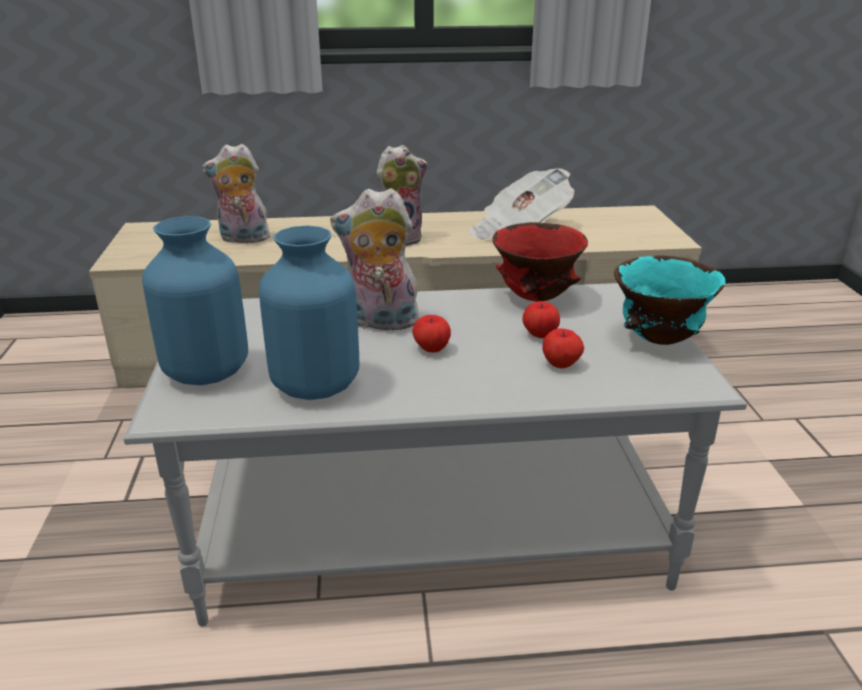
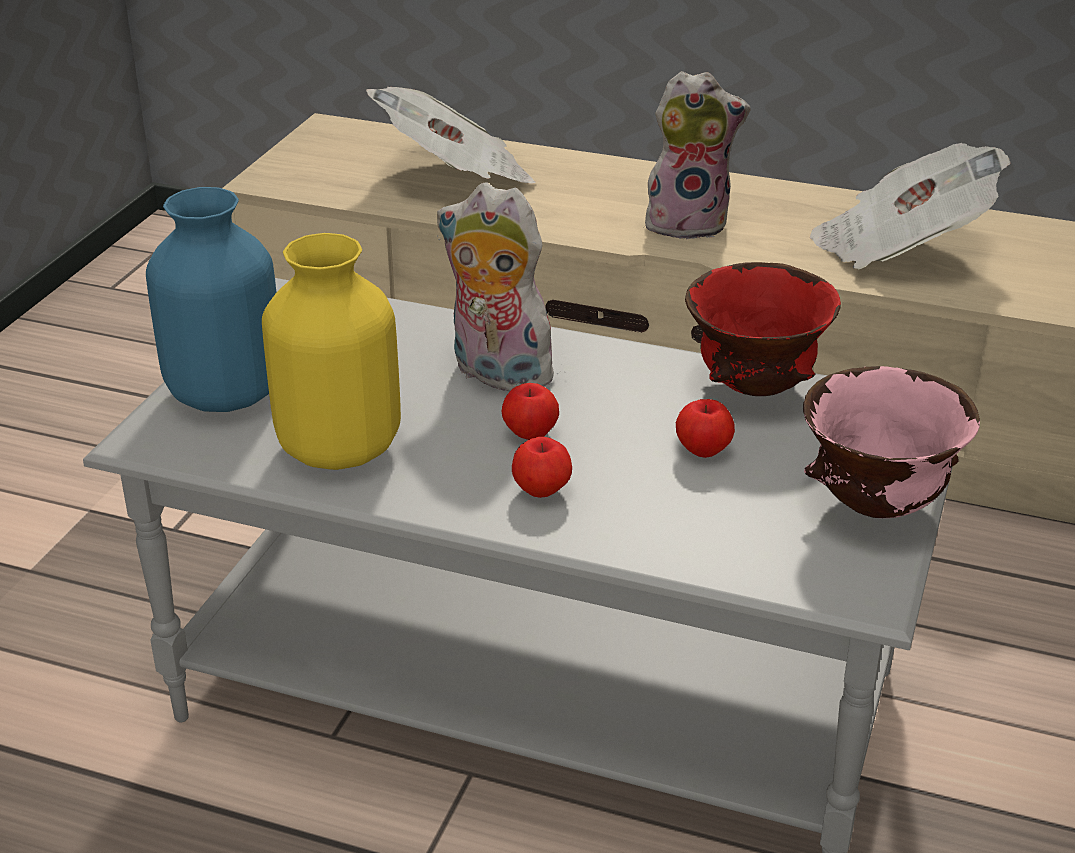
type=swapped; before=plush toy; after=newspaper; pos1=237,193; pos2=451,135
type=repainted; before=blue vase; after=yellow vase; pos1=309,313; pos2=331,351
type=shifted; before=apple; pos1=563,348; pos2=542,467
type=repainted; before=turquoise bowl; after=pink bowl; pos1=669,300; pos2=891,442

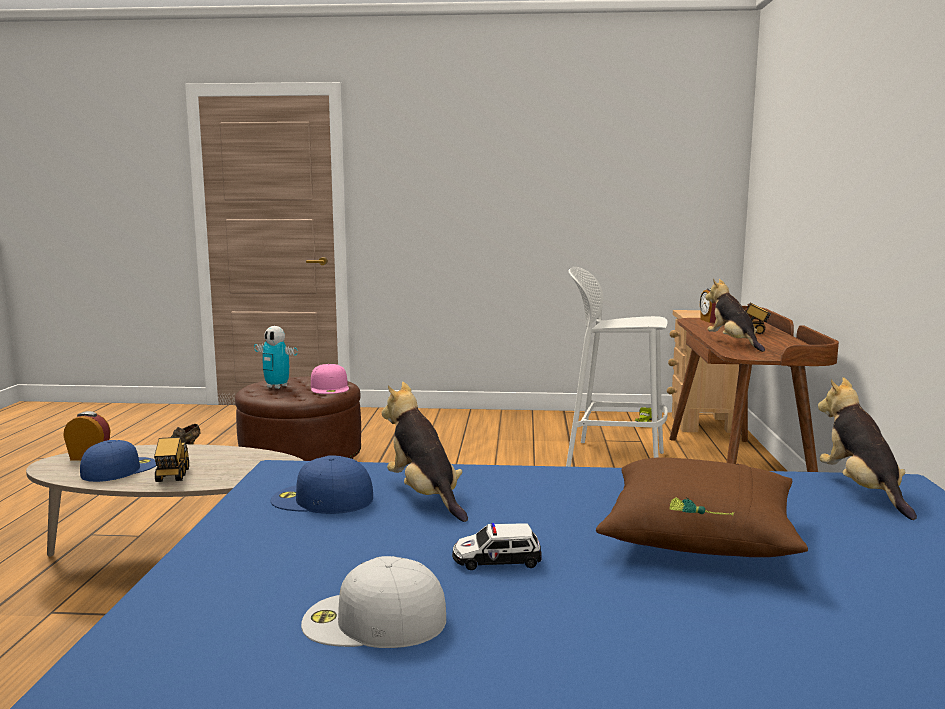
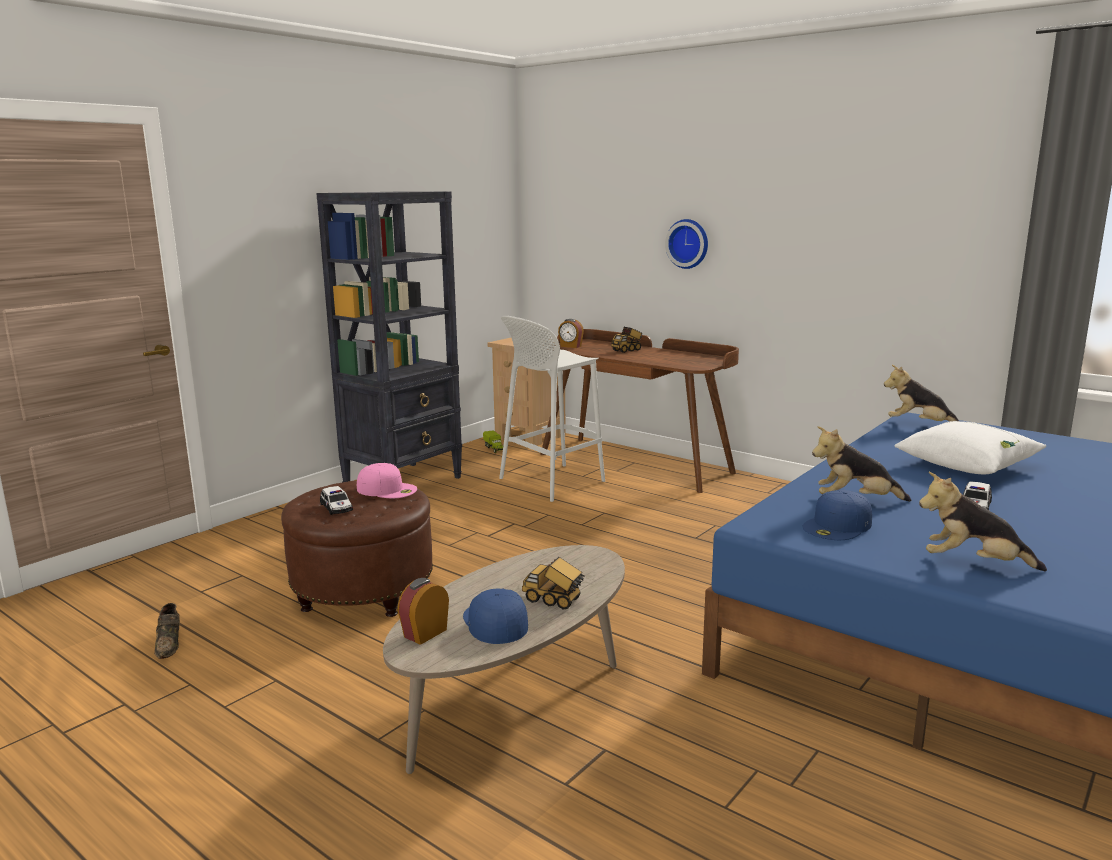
type=swapped; before=toy robot; after=toy car; pos1=276,357; pos2=336,500
type=gone; before=white cap; pos1=373,602
type=repainted; before=brown pillow; after=white pillow; pos1=702,507; pos2=970,447
type=shifted; before=plush toy; pos1=735,315; pos2=983,521
type=new; after=black bookcase; pos2=389,336
type=new; after=wall clock; pos2=686,244

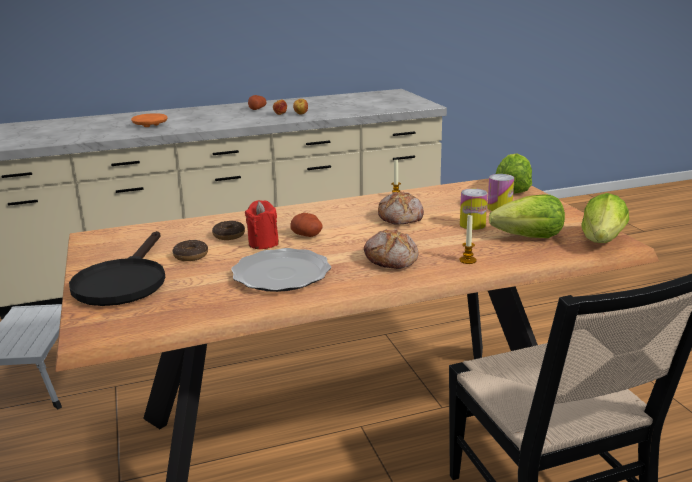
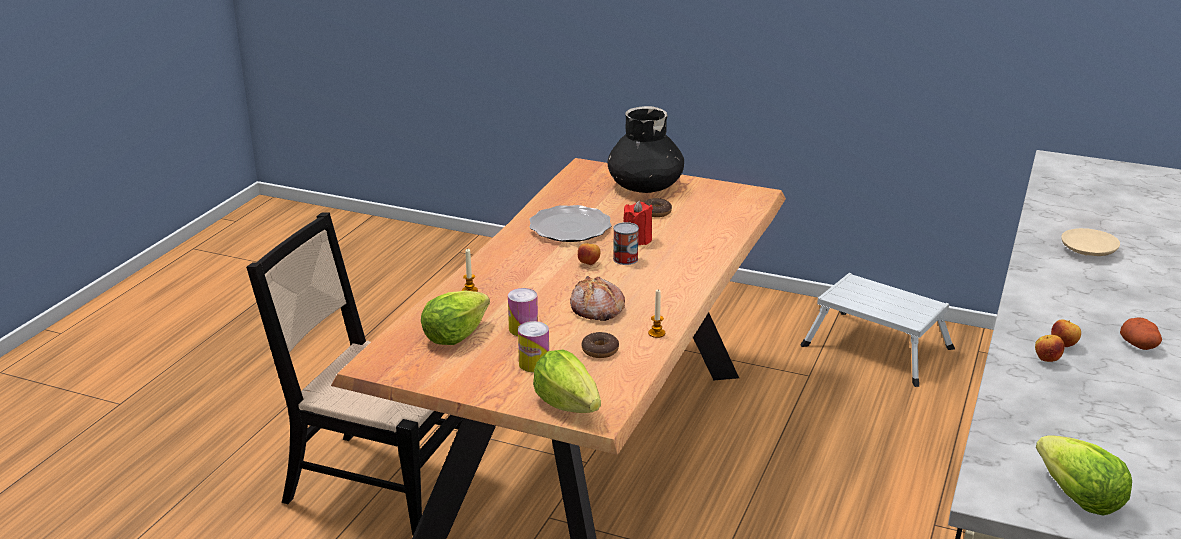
type=swapped; before=black frying pan; after=black vase; pos1=117,268; pos2=646,149
type=repainted; before=orange plate; after=beige plate; pos1=149,120; pos2=1090,242
type=shifted; before=donut; pos1=228,230; pos2=600,345
type=swapped; before=potato; after=can; pos1=306,225; pos2=626,243
type=gone; before=bread; pos1=391,249
type=shifted; before=lettuce; pos1=605,218; pos2=1084,475
type=new; after=apple; pos2=589,254

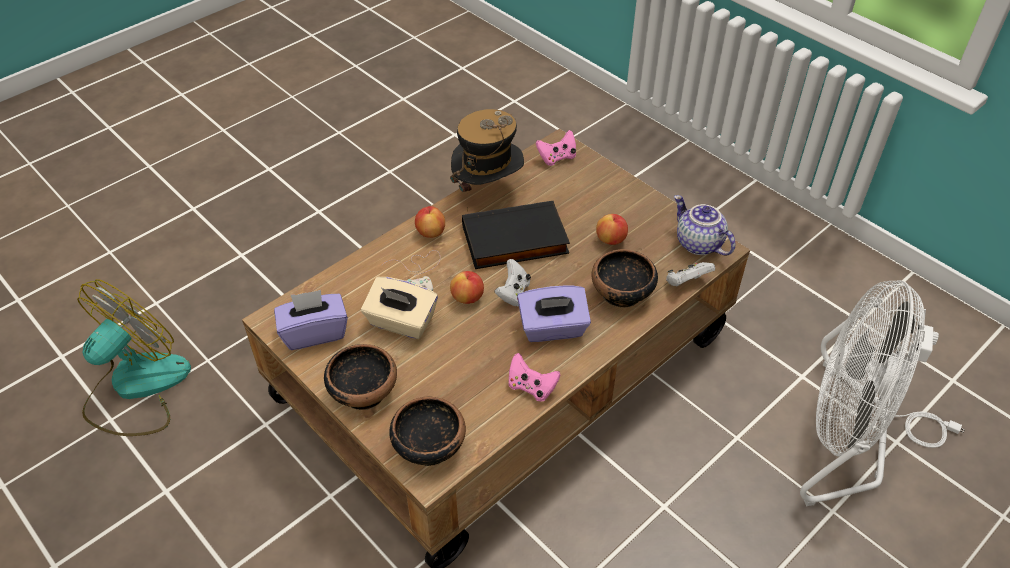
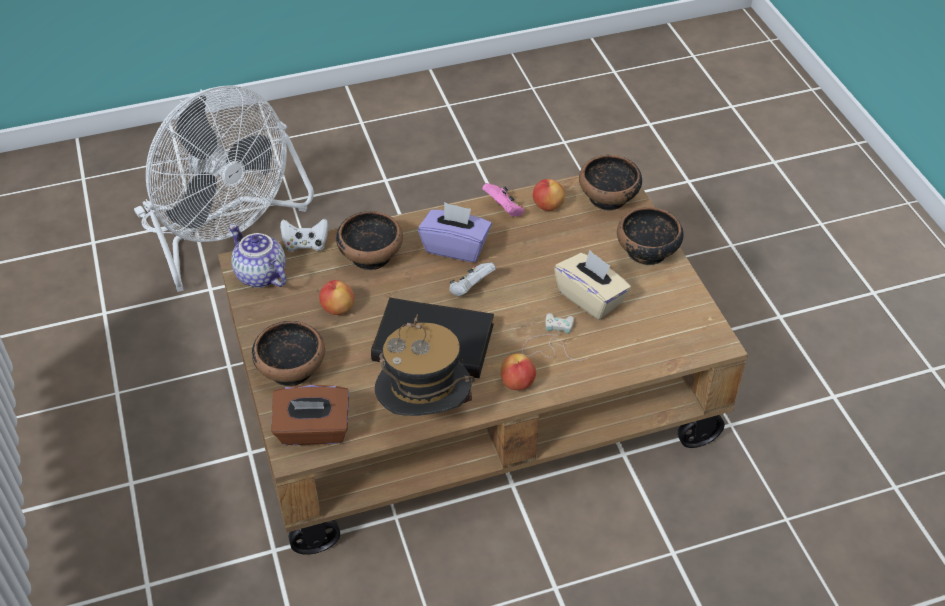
type=gone; before=fan; pos1=134,357
type=gone; before=purple tissue box; pos1=311,320
type=shifted; before=apple; pos1=467,287; pos2=549,195
type=swapped; before=pink game controller; after=brown tissue box; pos1=556,148; pos2=310,415
type=rotated; before=teapot; pos1=704,225; pos2=258,256; turn=150
type=new; after=bowl; pos2=288,354

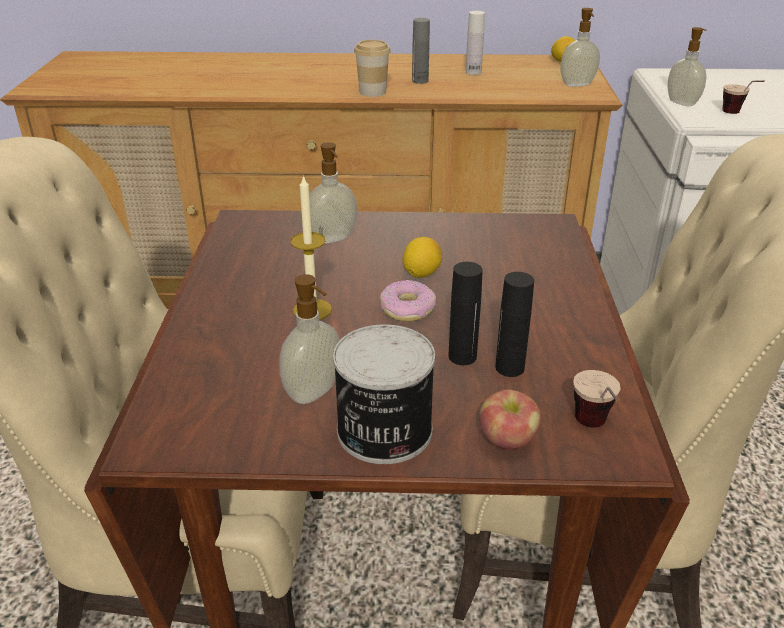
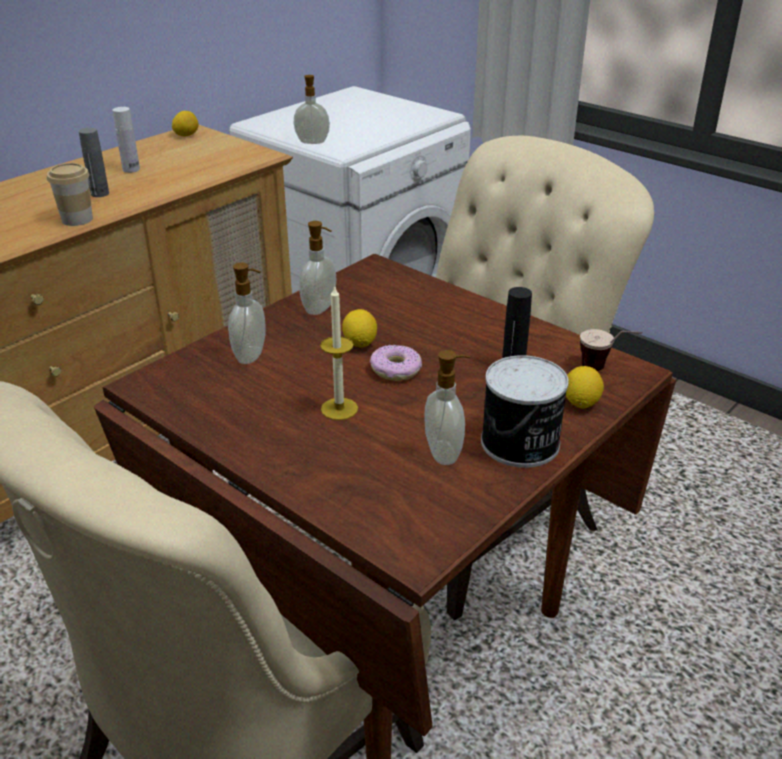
type=gone; before=black bottle; pos1=465,313
type=swapped; before=apple; after=lemon; pos1=510,419; pos2=585,387
type=shifted; before=soap dispenser; pos1=580,47; pos2=317,268
type=gone; before=cup; pos1=743,97

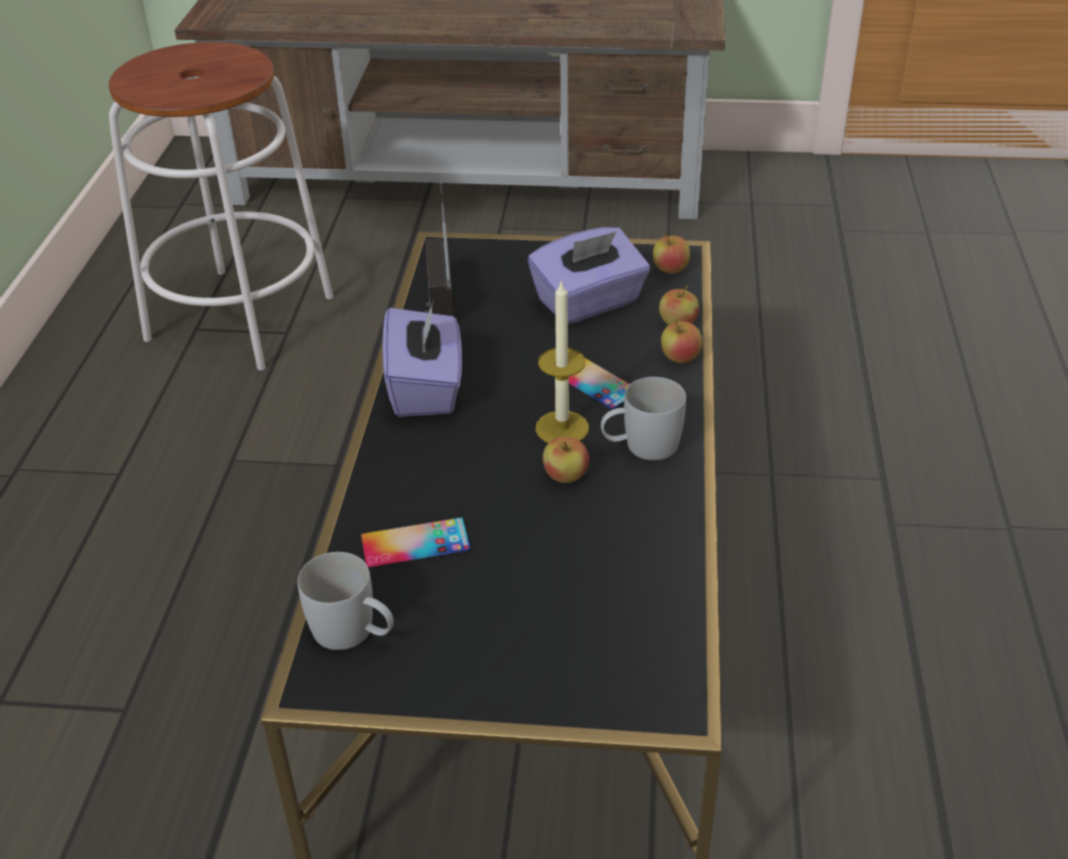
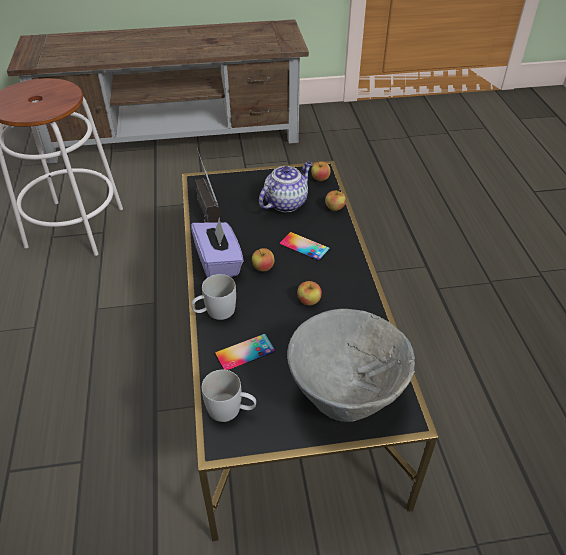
type=swapped; before=purple tissue box; after=teapot; pos1=589,275; pos2=285,187
type=gone; before=candle; pos1=562,361
type=shifted; before=white mug; pos1=643,418; pos2=213,297
type=shifted; before=apple; pos1=681,341; pos2=263,259
type=new; after=grey bowl; pos2=351,365

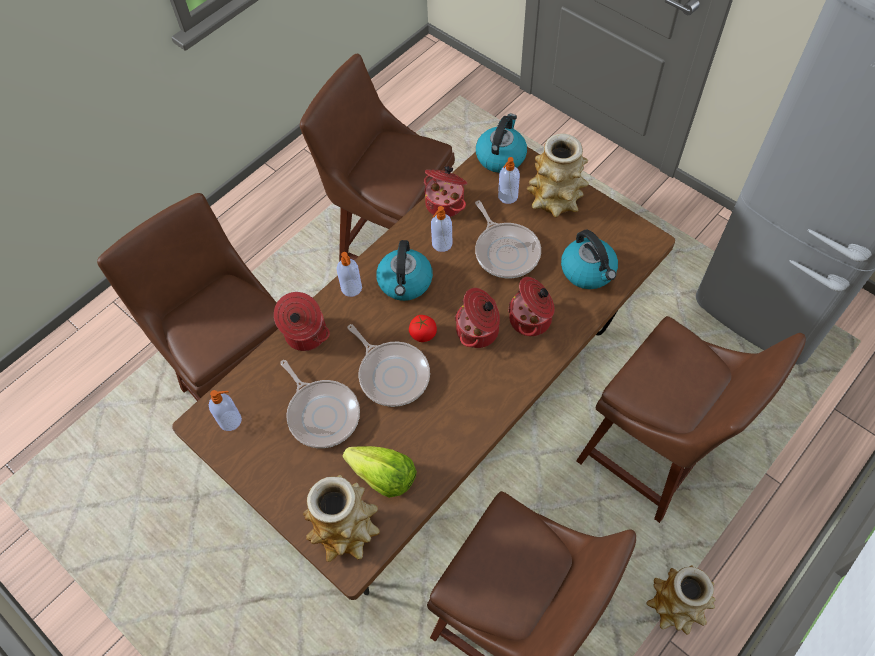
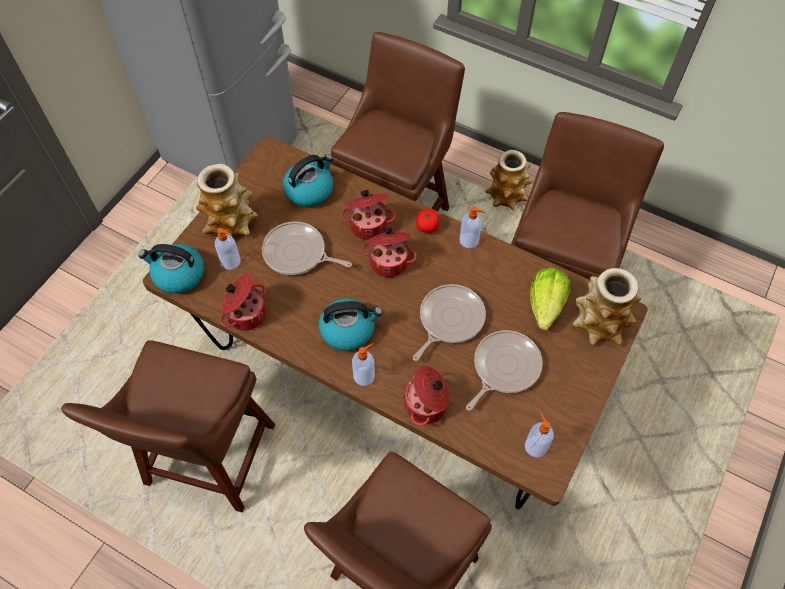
type=shifted; before=tomato; pos1=423,328; pos2=427,221
type=shifted; before=soap dispenser; pos1=441,229; pos2=472,227
type=rotated; before=frying pan; pos1=508,239; pos2=307,248; turn=-120

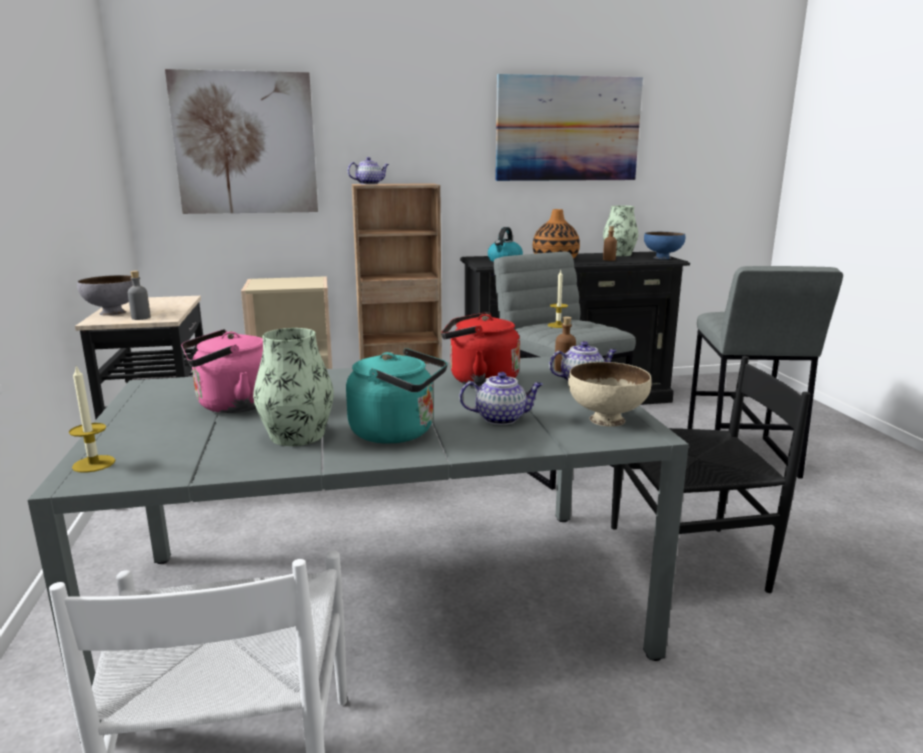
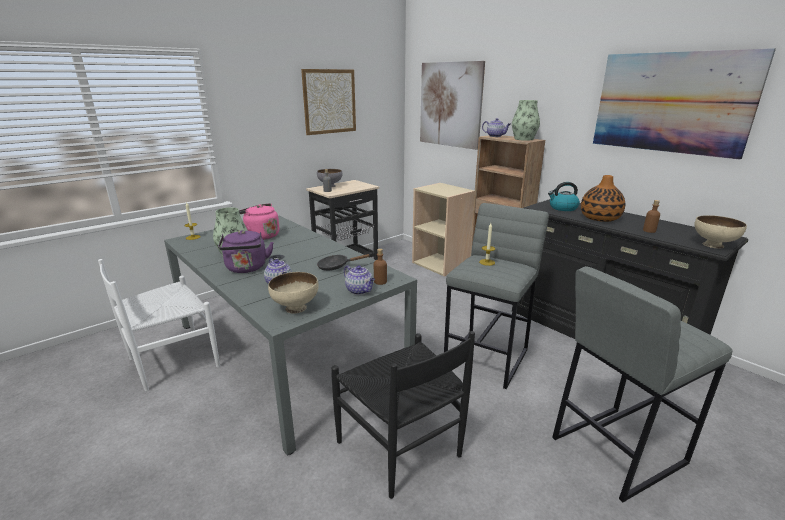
type=repainted; before=turquoise kettle; after=purple kettle; pos1=396,396; pos2=246,251
type=swapped; before=red kettle; after=black frying pan; pos1=480,349; pos2=343,262
type=shifted; before=vase; pos1=620,230; pos2=526,120
type=repainted; before=blue bowl; after=beige bowl; pos1=664,245; pos2=720,231
type=new; after=picture; pos2=328,102

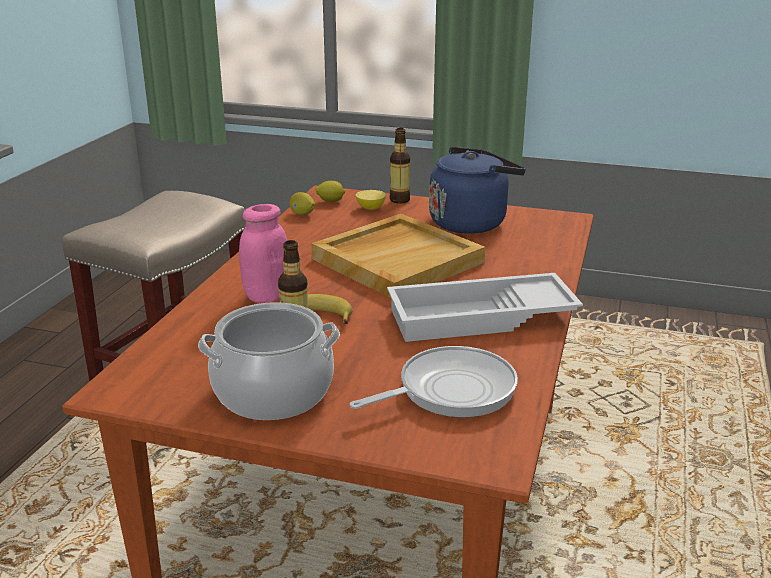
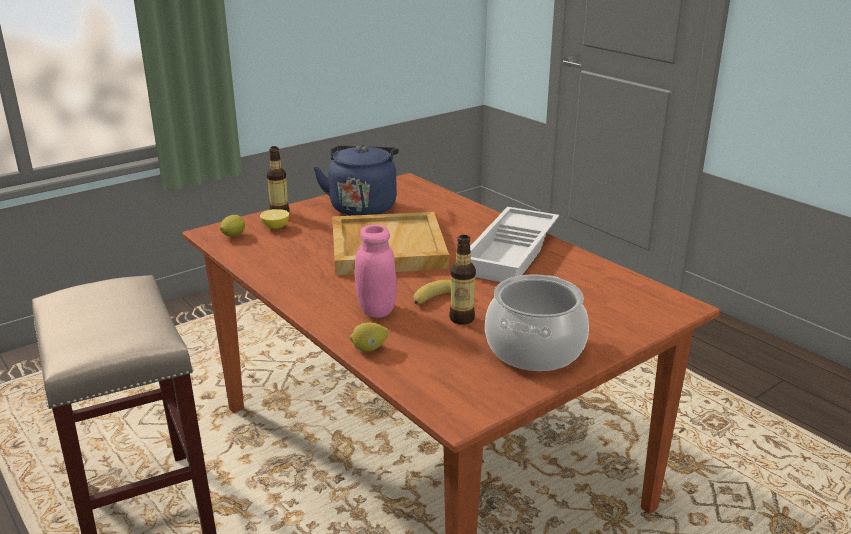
type=shifted; before=lemon; pos1=302,203; pos2=369,337
type=gone; before=frying pan; pos1=434,381

